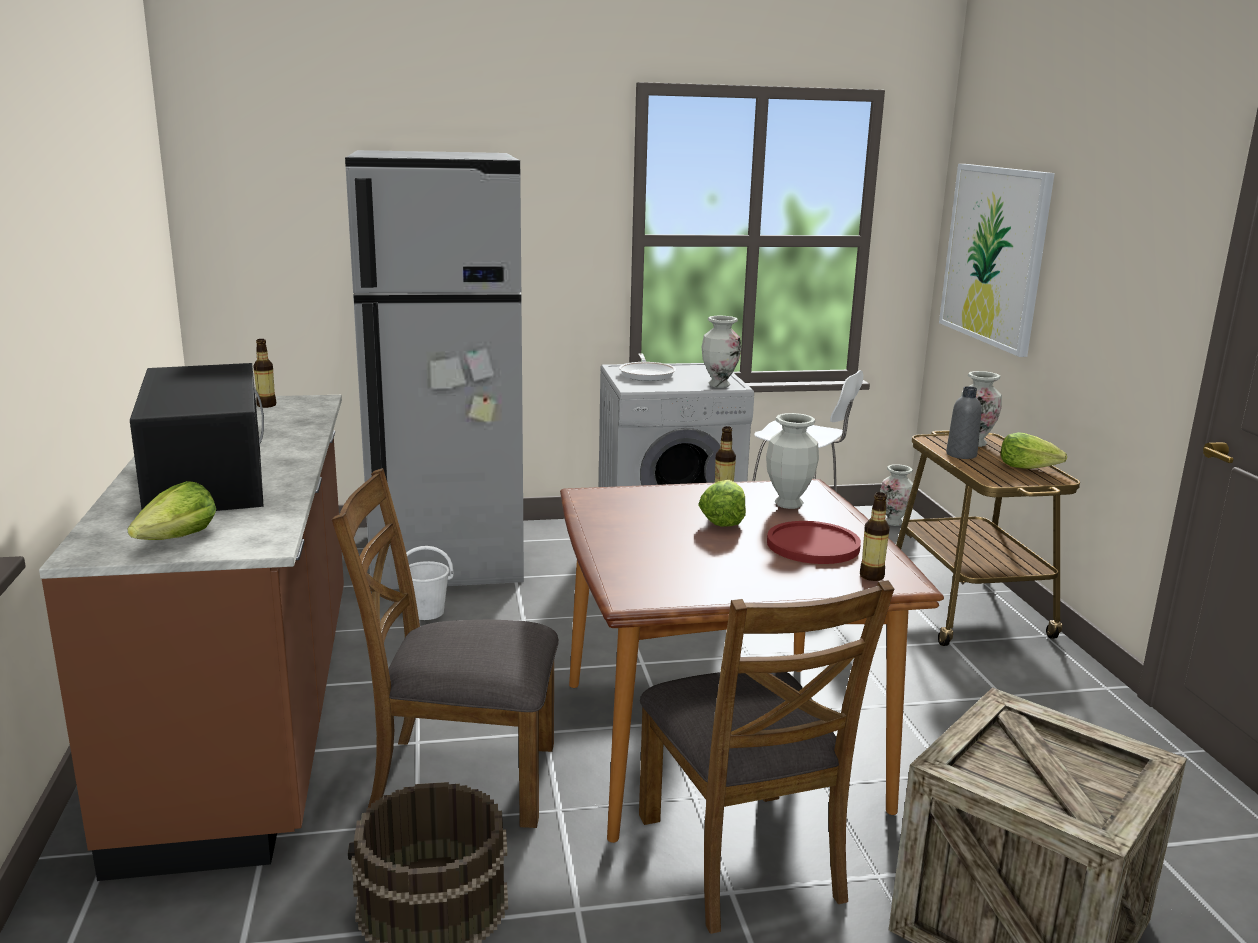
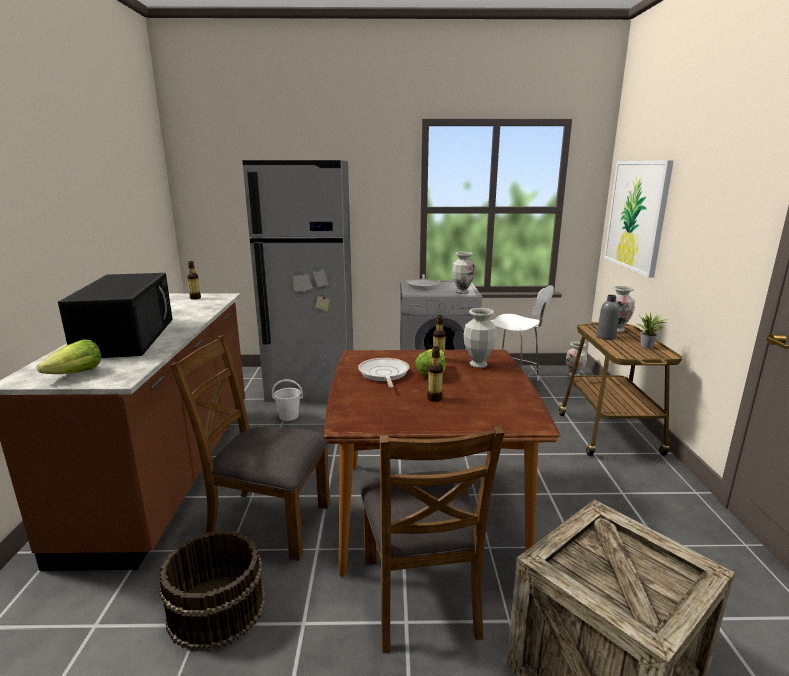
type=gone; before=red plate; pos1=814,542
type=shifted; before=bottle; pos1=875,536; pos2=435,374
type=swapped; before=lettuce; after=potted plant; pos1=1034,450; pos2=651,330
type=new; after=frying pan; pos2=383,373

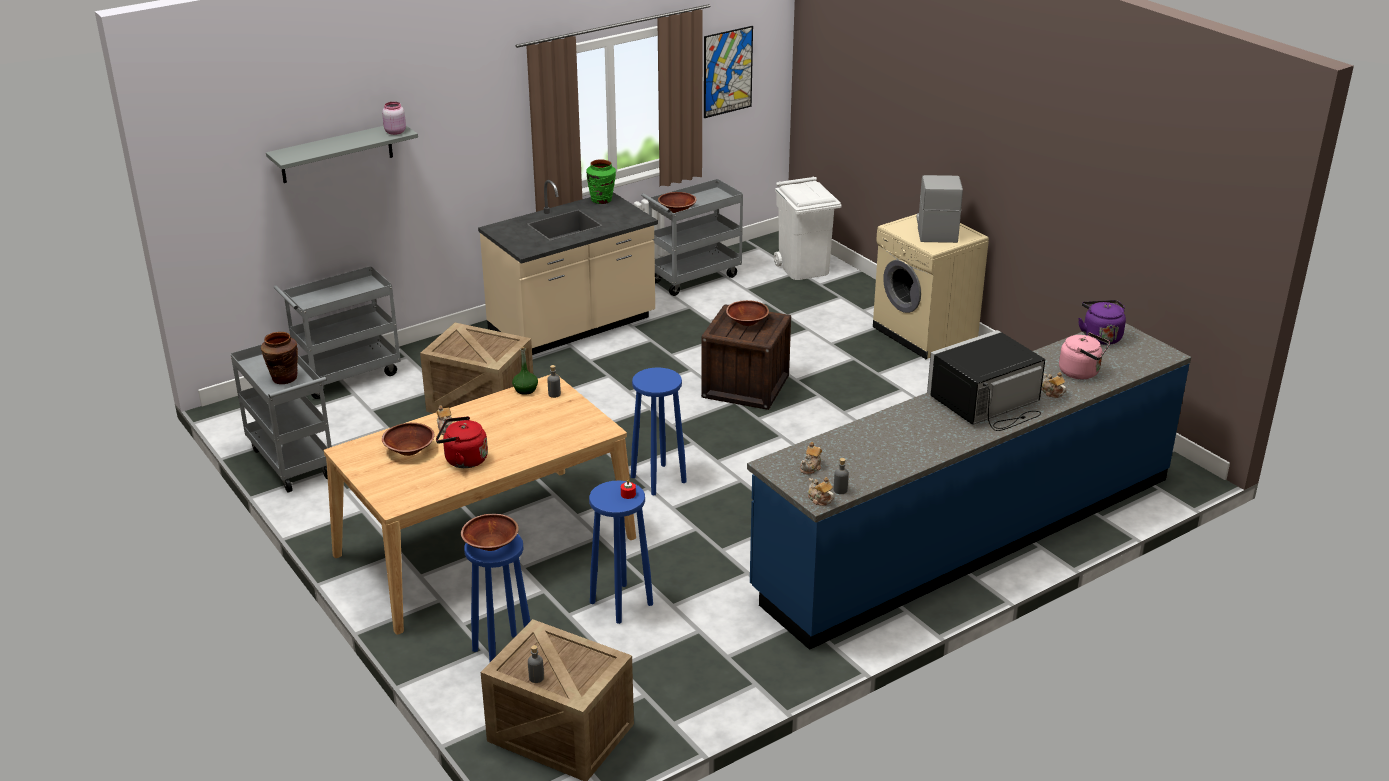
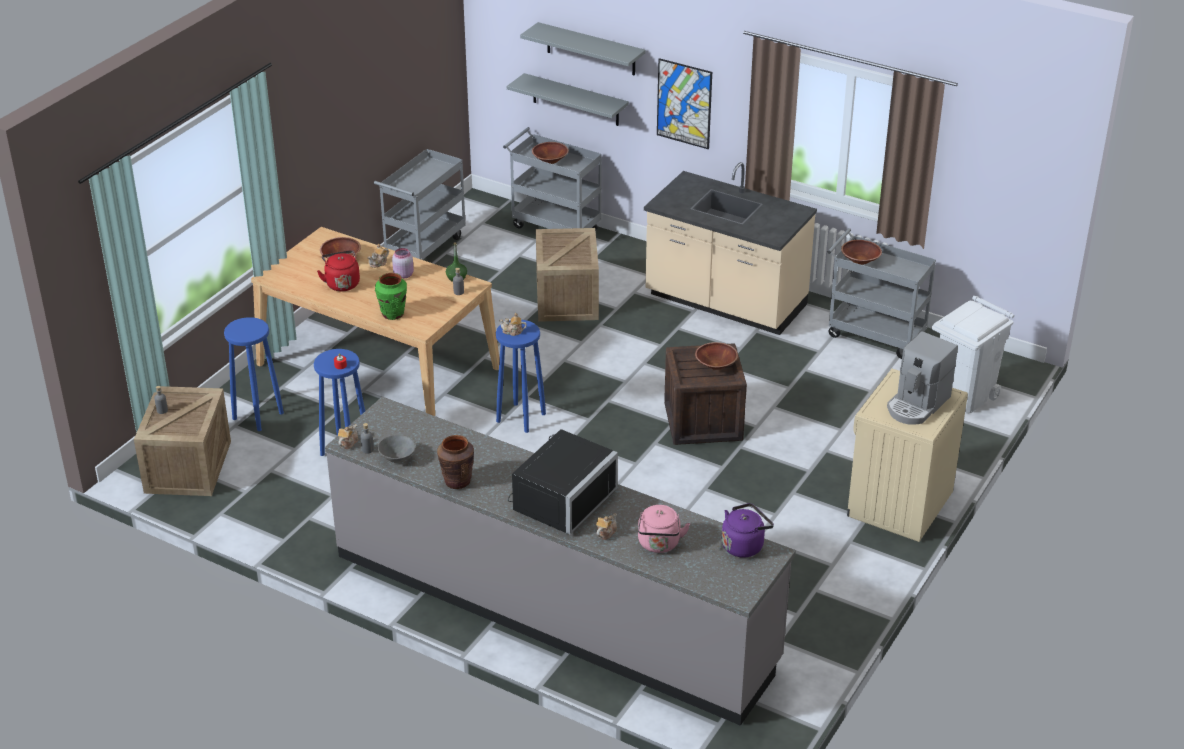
type=shifted; before=brown vase; pos1=279,358; pos2=455,462
type=shifted; before=pink jar; pos1=394,118; pos2=403,263
type=shifted; before=brown bowl; pos1=490,532; pos2=550,153
type=shifted; before=green vase; pos1=601,181; pos2=391,296
type=shifted; before=picture; pos1=728,72; pos2=684,103
type=repainted; before=blue counter; after=grey counter; pos1=969,486; pos2=560,561
type=shifted; before=teapot; pos1=811,458; pos2=513,324
type=rotated; before=coffee machine; pos1=939,209; pos2=922,378; turn=150
type=rotated; before=black microwave; pos1=986,380; pos2=563,482; turn=90
type=new; after=grey bowl; pos2=396,449
type=new; after=grey shelf; pos2=568,99

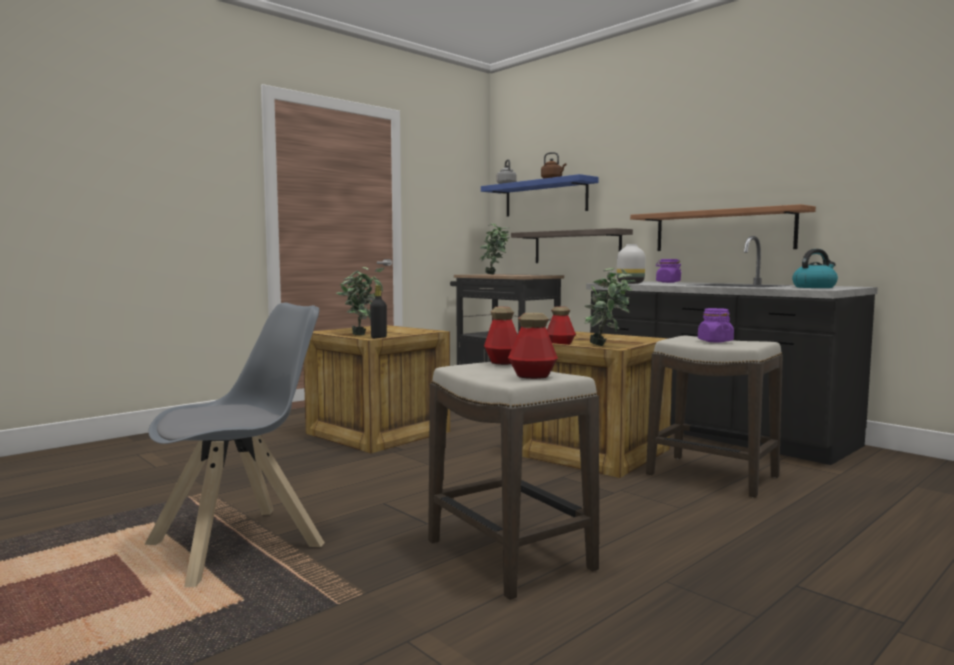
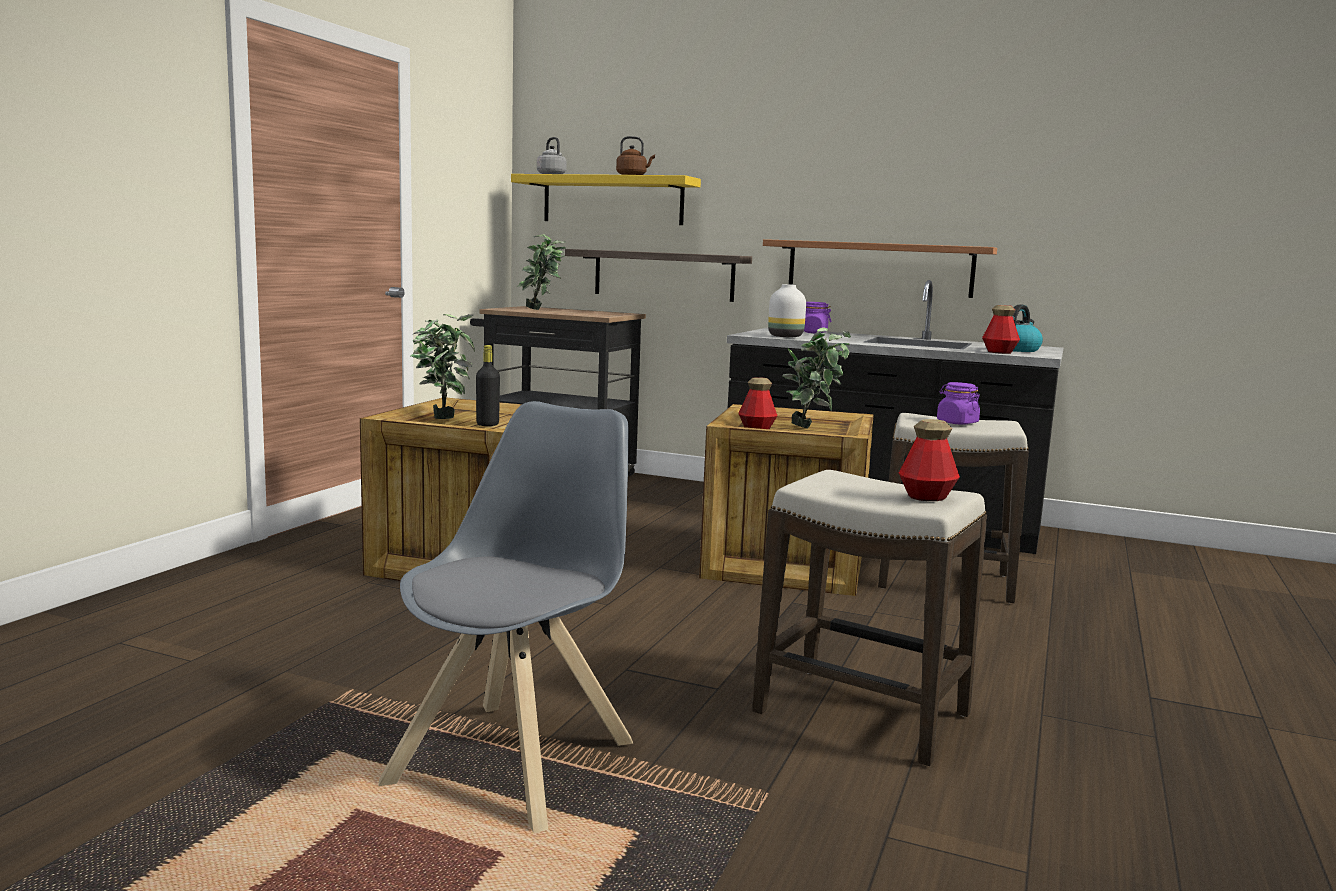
type=repainted; before=blue shelf; after=yellow shelf; pos1=540,195; pos2=606,199
type=shifted; before=bottle; pos1=500,336; pos2=1001,329

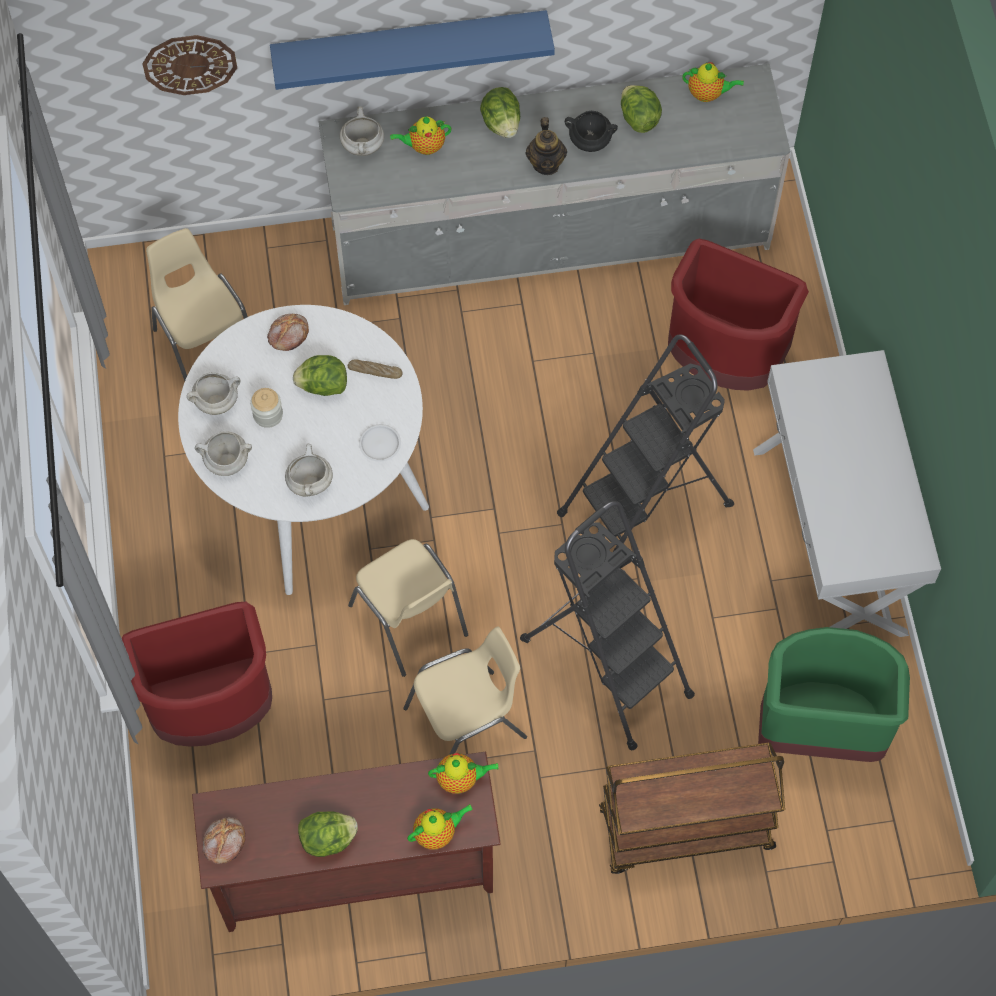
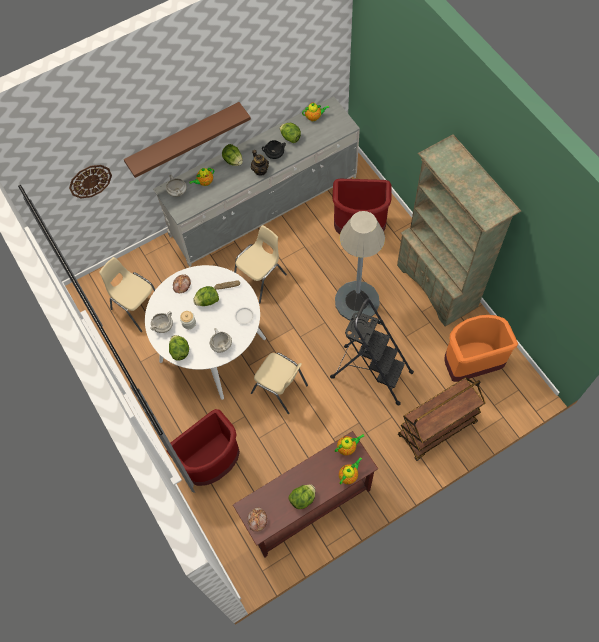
type=swapped; before=white cooking pot; after=lettuce; pos1=223,453; pos2=179,348
type=repainted; before=blue shelf; after=brown shelf; pos1=412,50; pos2=187,140
type=shifted; before=beige chair; pos1=465,691; pos2=260,264
type=swapped; before=step ladder; after=grey floor lamp; pos1=645,443; pos2=360,266
type=swapped; before=white console table; after=green bookcase; pos1=847,493; pos2=459,230
type=repainted; before=green trash can; after=orange trash can; pos1=834,694; pos2=481,348

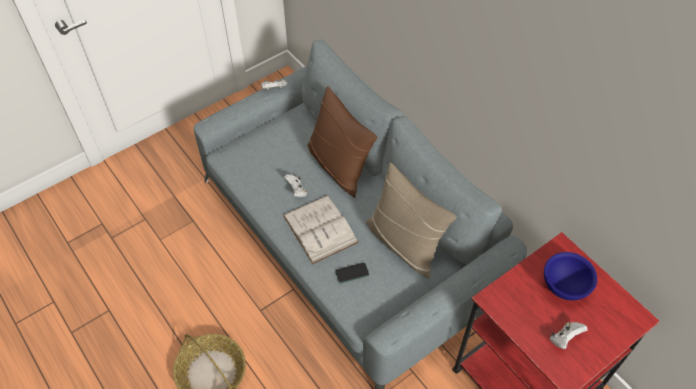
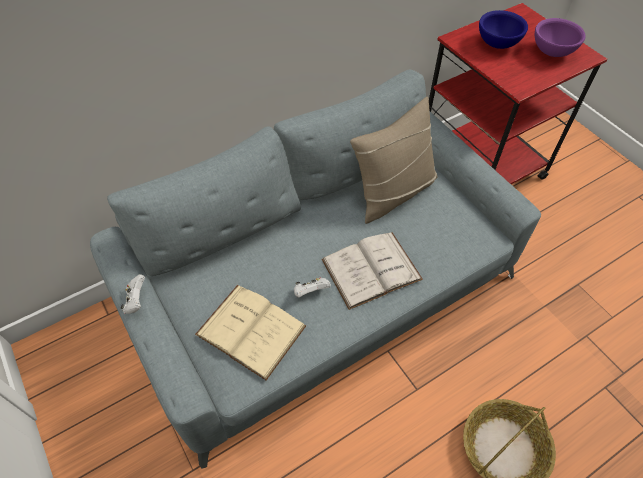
type=gone; before=brown pillow; pos1=342,142
type=gone; before=phone; pos1=352,273
type=swapped; before=white game controller; after=purple bowl; pos1=569,335; pos2=560,37
type=new; after=beige book; pos2=250,333

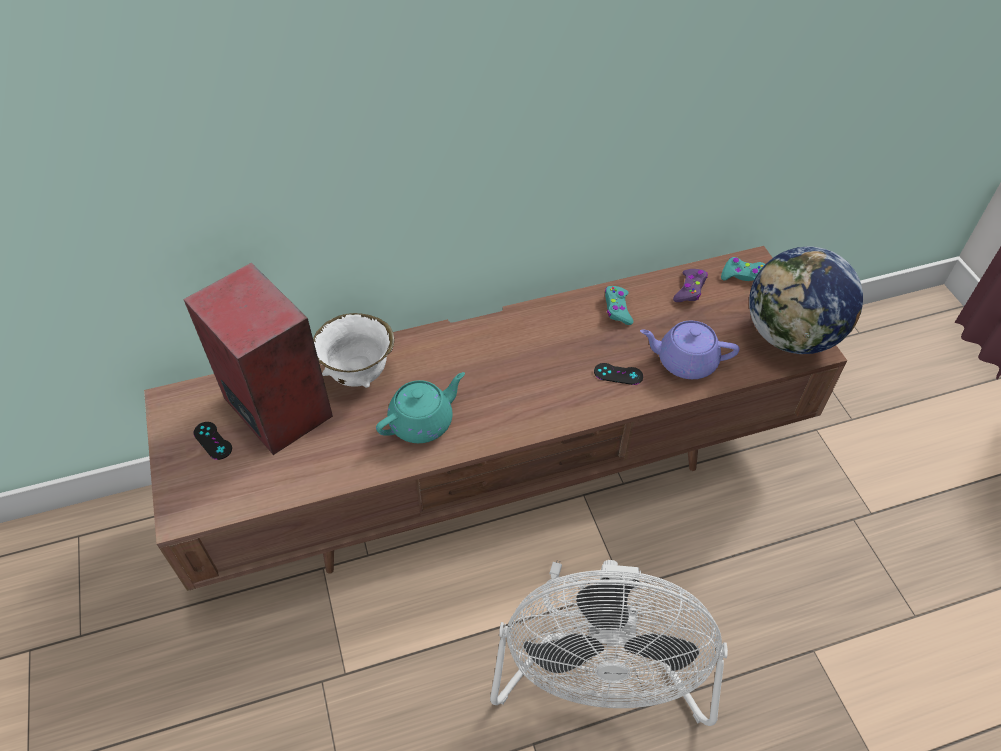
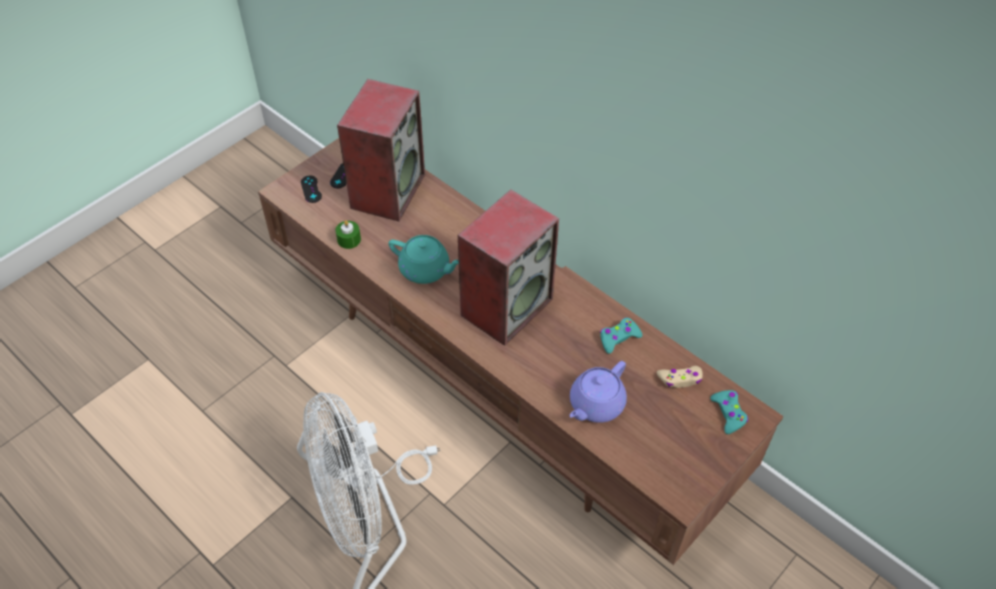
type=gone; before=white bowl; pos1=354,350
type=shifted; before=black game controller; pos1=618,374; pos2=311,189
type=rotated; before=purple teapot; pos1=689,350; pos2=598,392; turn=-120
type=repainted; before=purple game controller; after=beige game controller; pos1=690,285; pos2=680,377
type=gone; before=globe; pos1=806,300
type=new; after=green candle; pos2=348,234
type=new; after=speaker; pos2=508,267

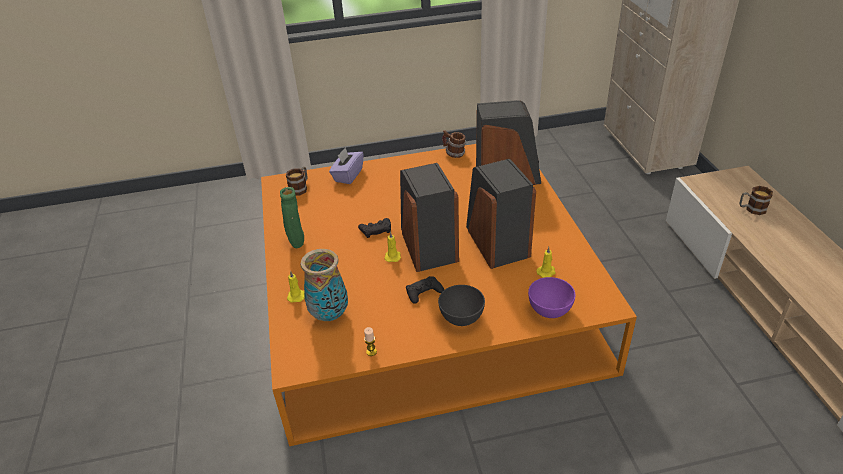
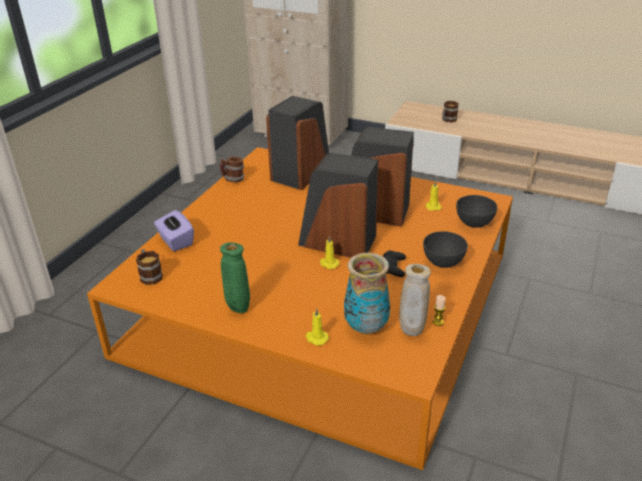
type=gone; before=black game controller; pos1=374,228
type=repainted; before=purple bowl; after=grey bowl; pos1=552,297; pos2=476,211
type=new; after=beige vase; pos2=415,300

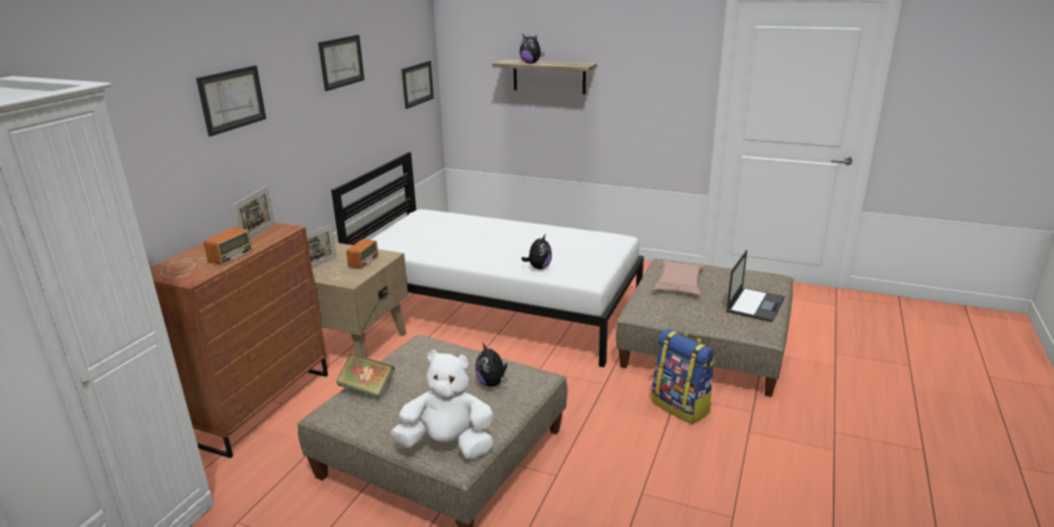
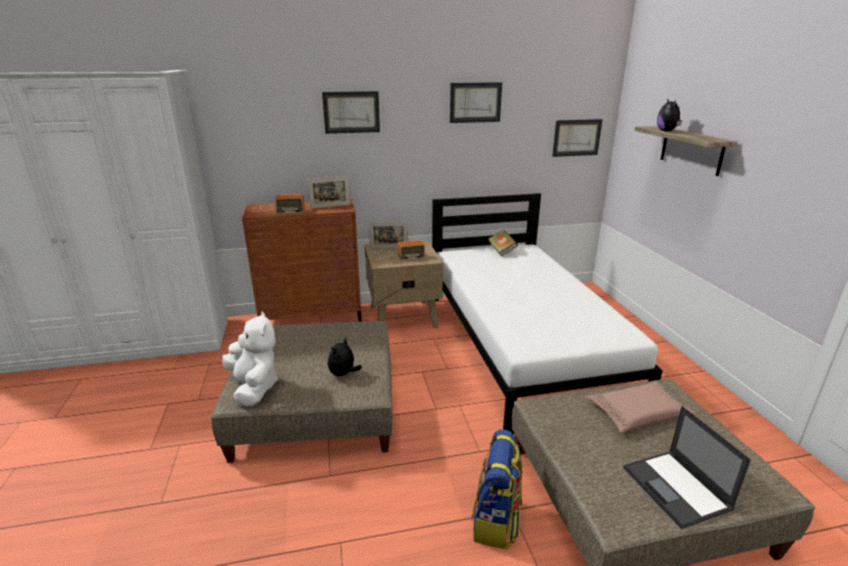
type=shifted; before=book; pos1=365,376; pos2=503,243
type=gone; before=plush toy; pos1=536,252
type=rotated; before=laptop; pos1=755,286; pos2=687,467; turn=75

